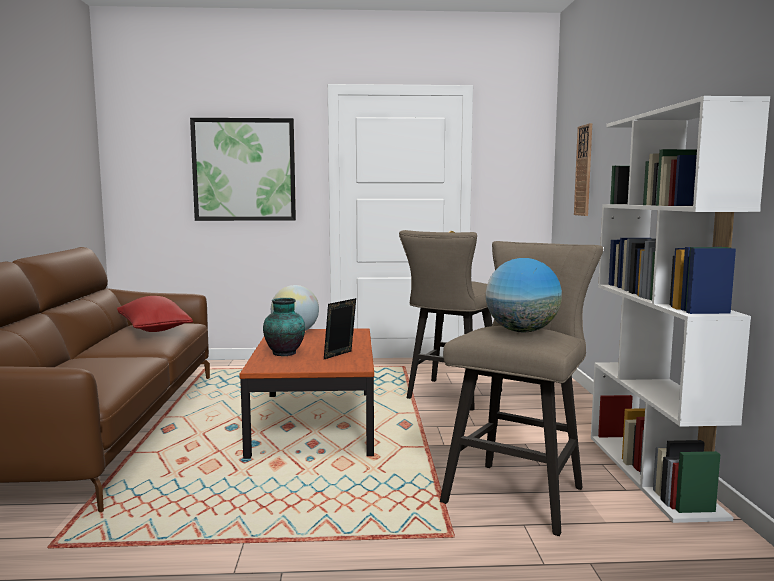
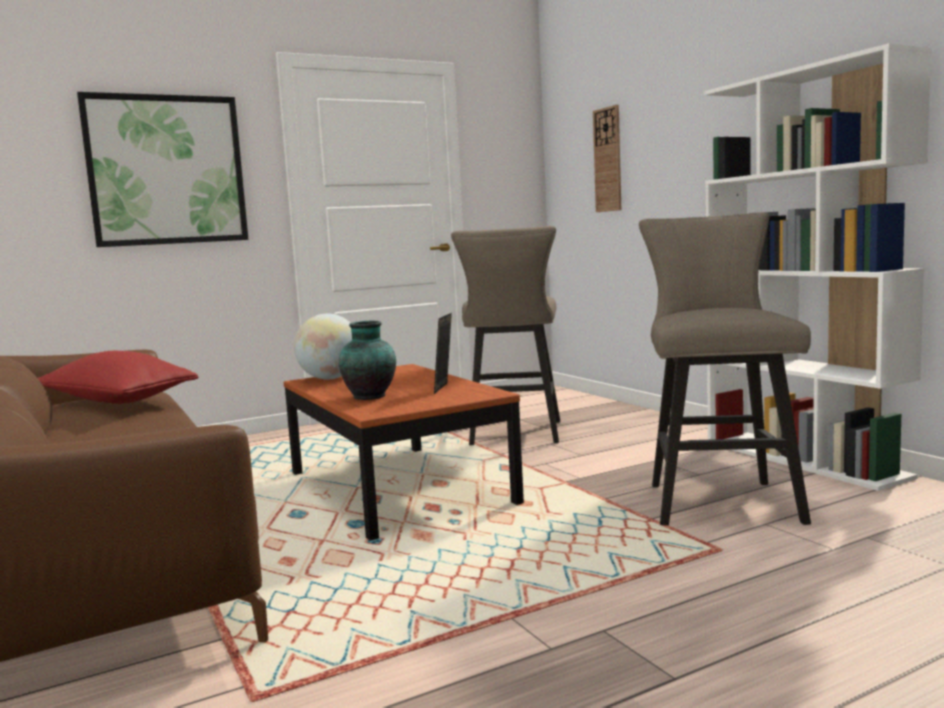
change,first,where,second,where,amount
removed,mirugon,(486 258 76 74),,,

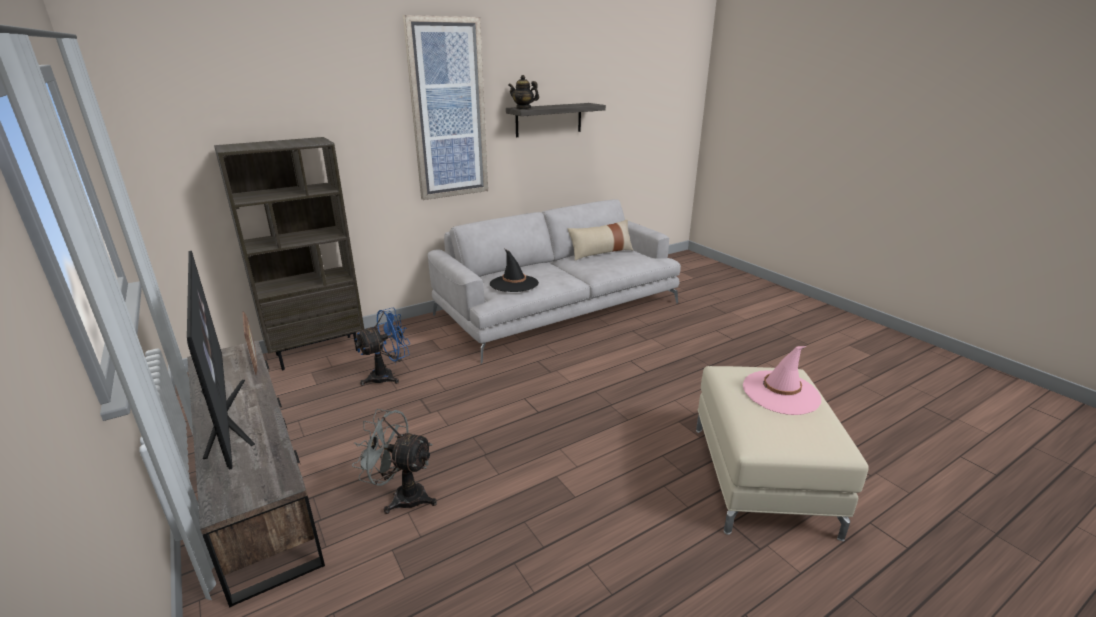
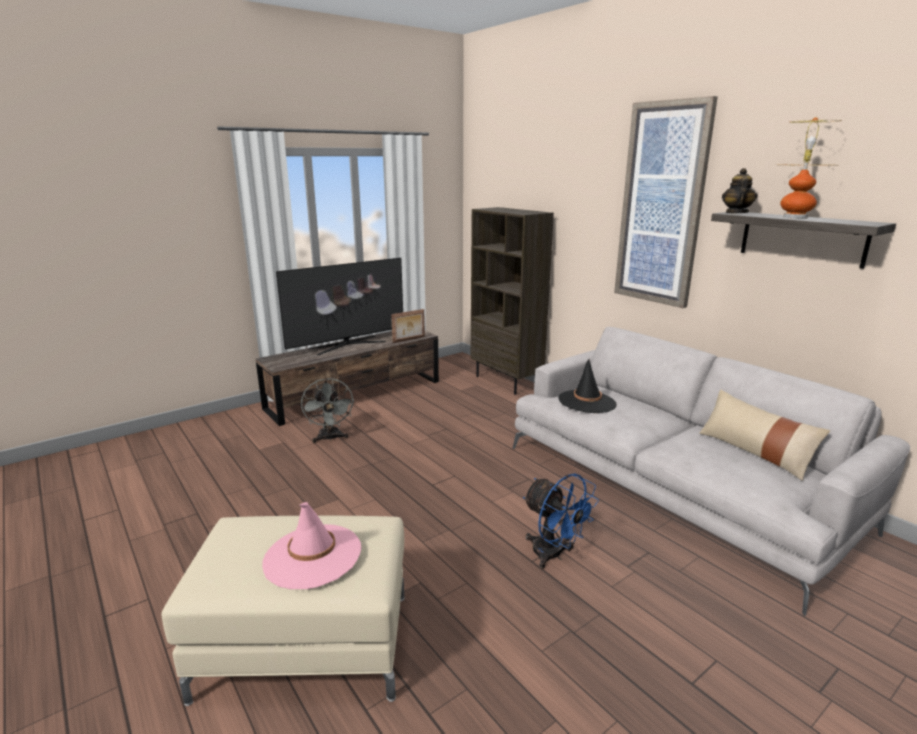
change,first,where,second,where,amount
turned,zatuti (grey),(352 409 85 105),,(301 378 53 65),150 degrees clockwise
moved,zatuti (blue),(355 308 55 78),,(523 473 76 96),
added,,,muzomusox,(776 117 66 102),

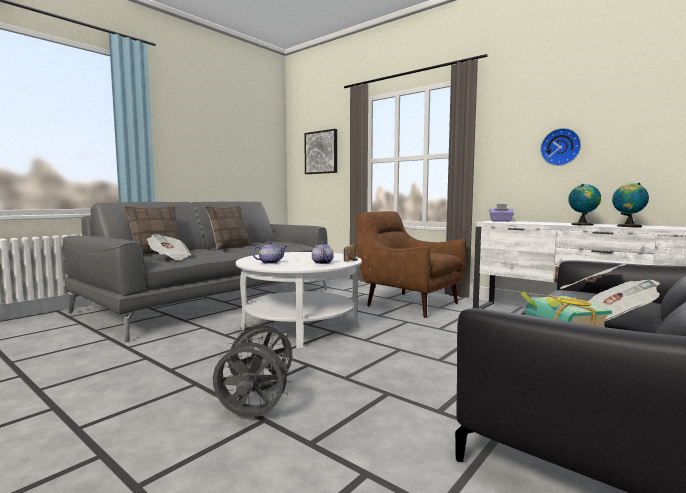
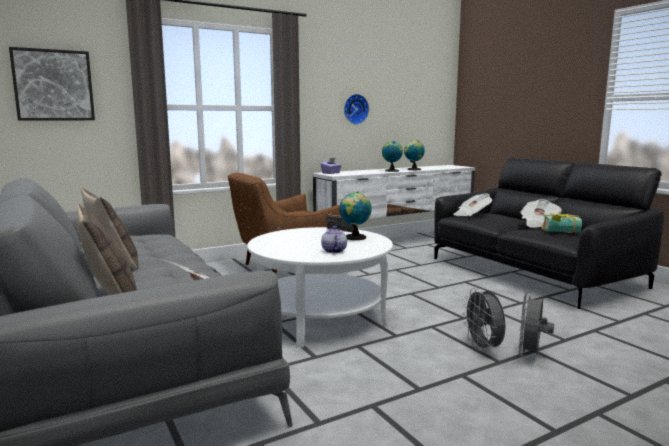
change,first,where,second,where,amount
replaced,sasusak,(312 242 22 22),mirugon,(339 192 33 48),

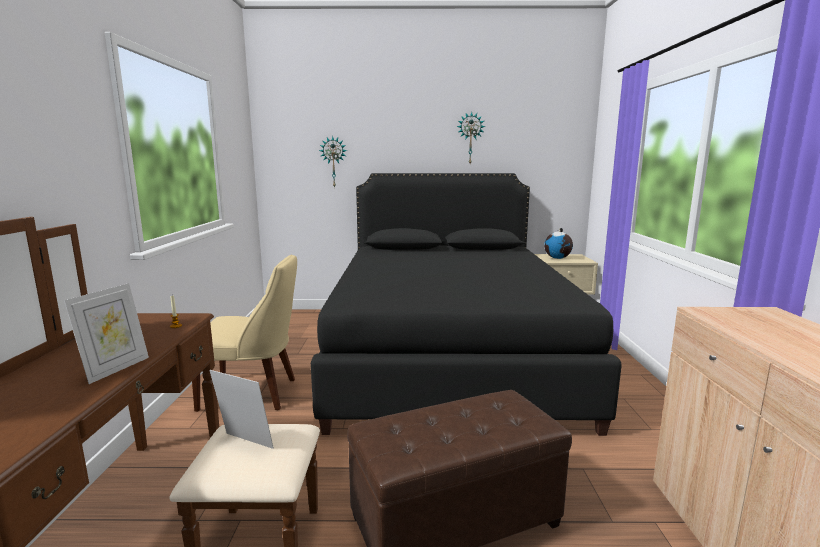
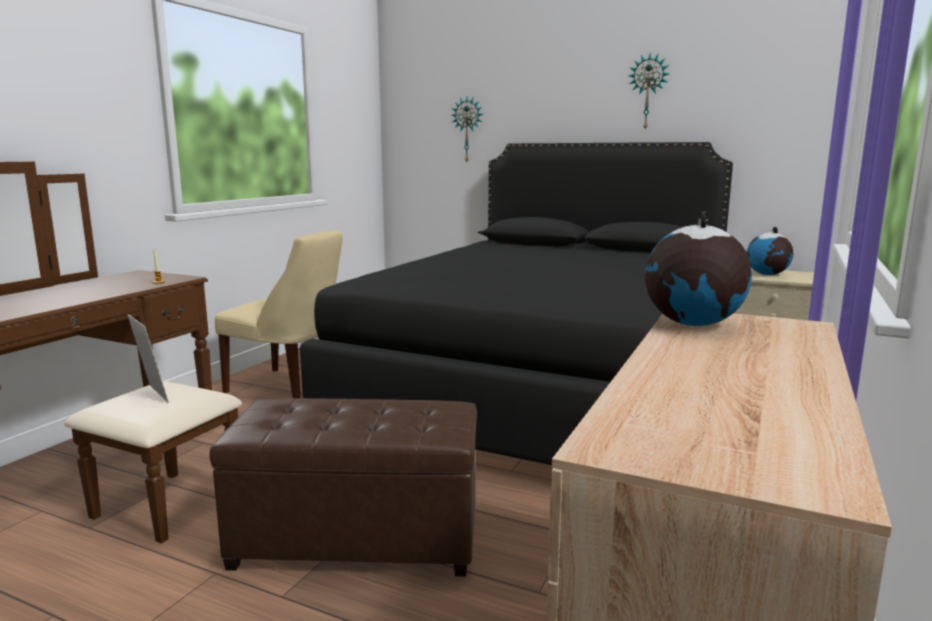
change,first,where,second,where,amount
added,,,mirugon,(645 211 107 115),
removed,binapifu,(64 283 85 101),,,

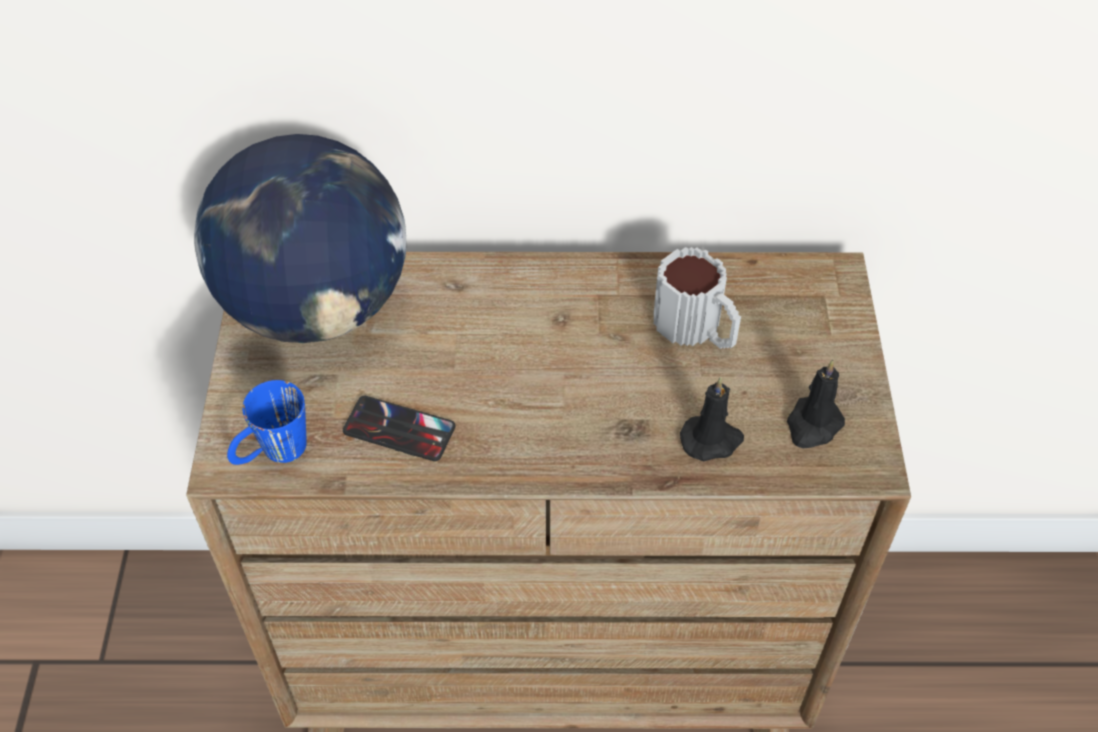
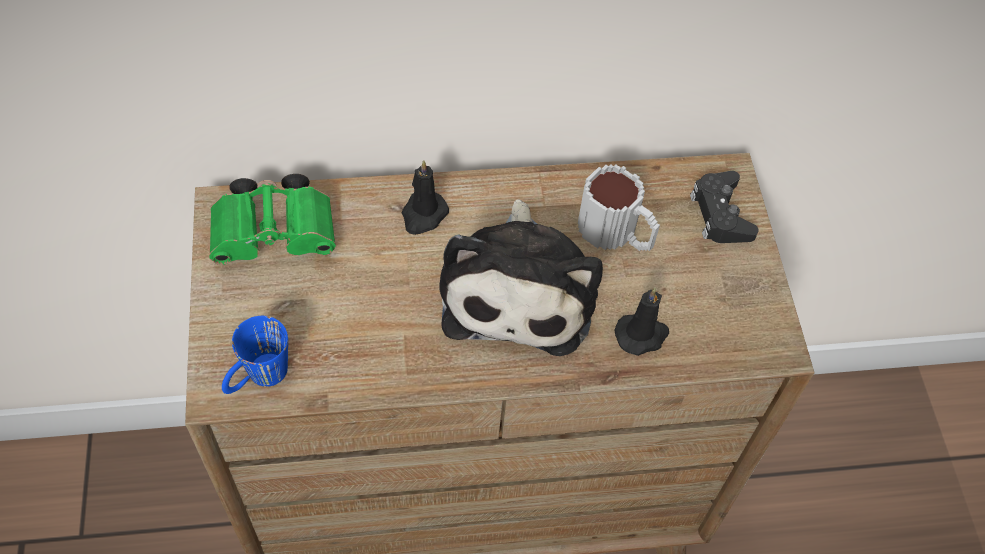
change,first,where,second,where,amount
replaced,mirugon,(194 134 212 209),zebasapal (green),(209 174 127 91),
moved,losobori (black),(787 360 58 88),,(402 160 47 75),
added,,,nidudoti,(439 199 164 157),
added,,,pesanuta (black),(690 171 69 72),
removed,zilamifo,(343 396 112 65),,,

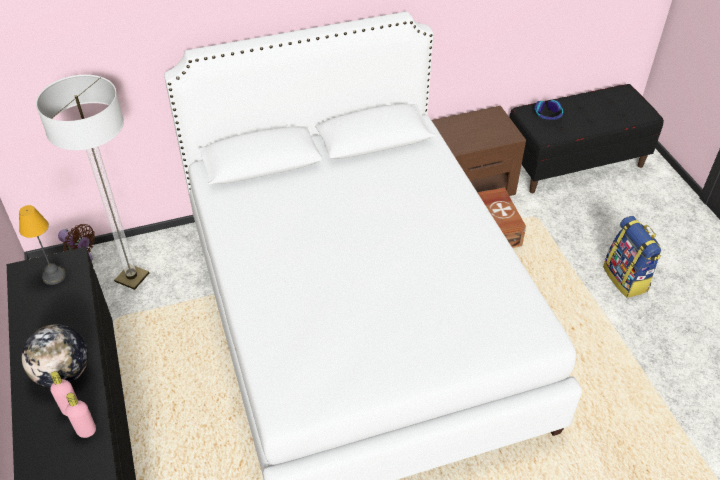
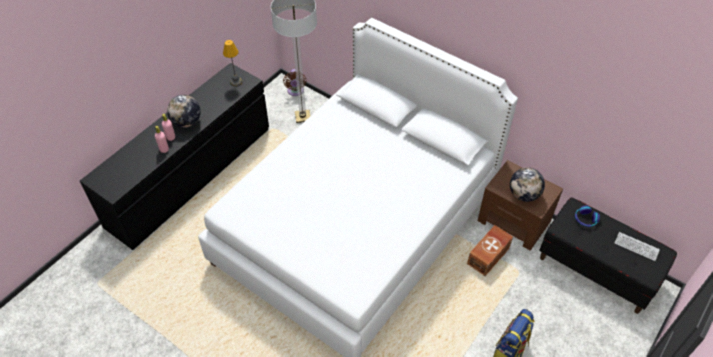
change,first,where,second,where,amount
added,,,mirugon,(510 168 35 34),
added,,,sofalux,(615 232 45 29),

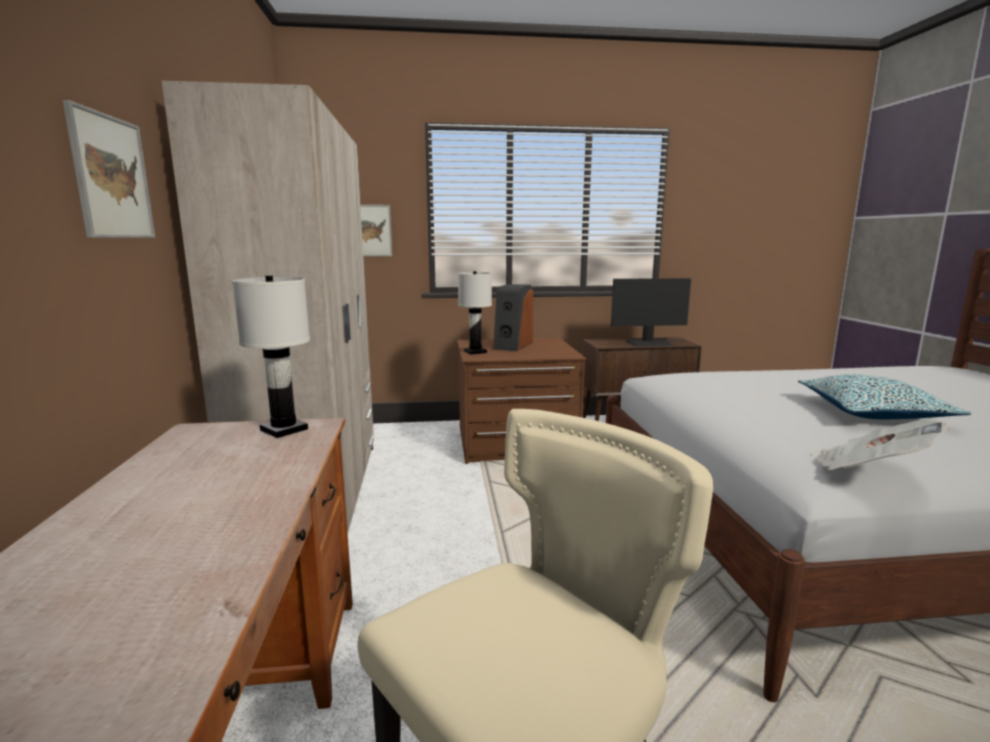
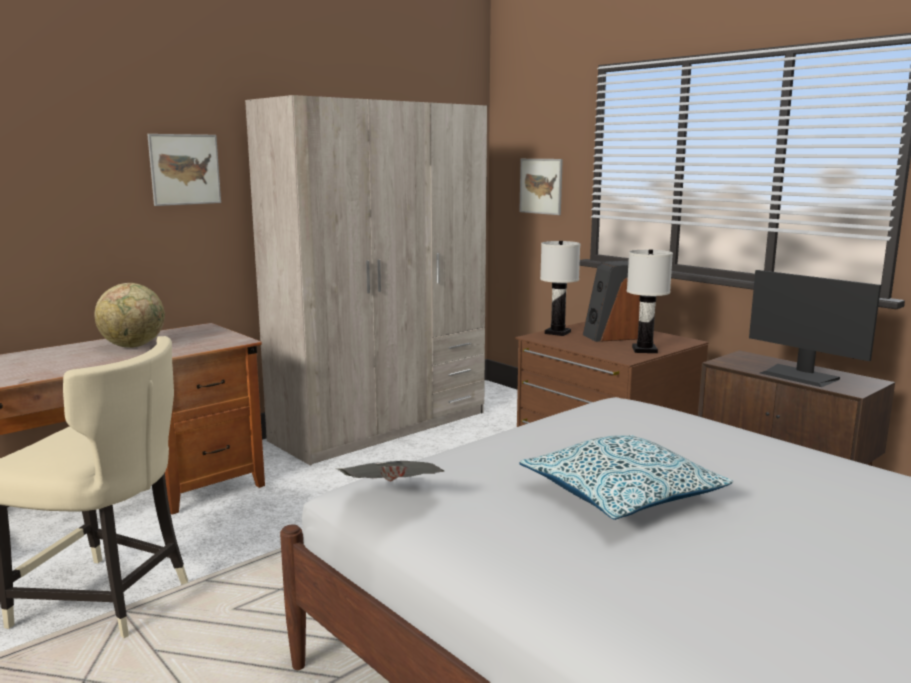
change,first,where,second,where,amount
added,,,mirugon,(95 283 70 65),
moved,muzomusox (white),(232 275 78 163),,(627 250 46 103),

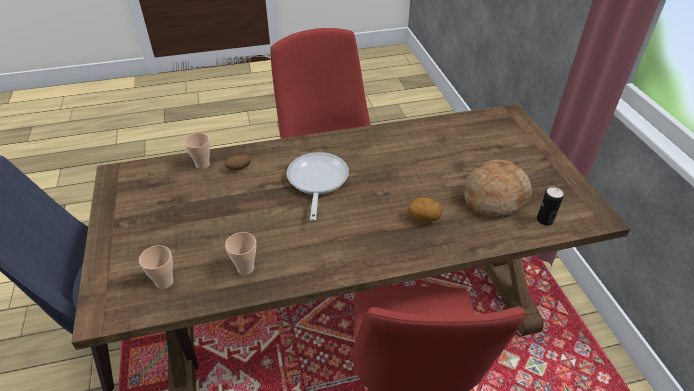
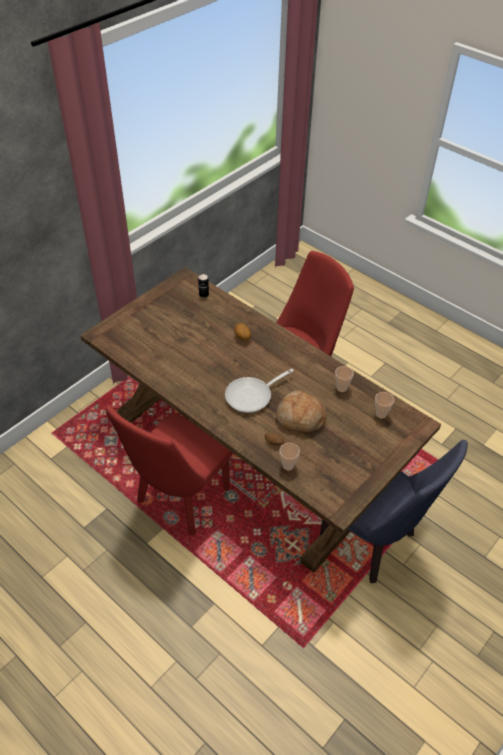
change,first,where,second,where,amount
moved,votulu,(464 159 68 59),,(276 390 51 43),

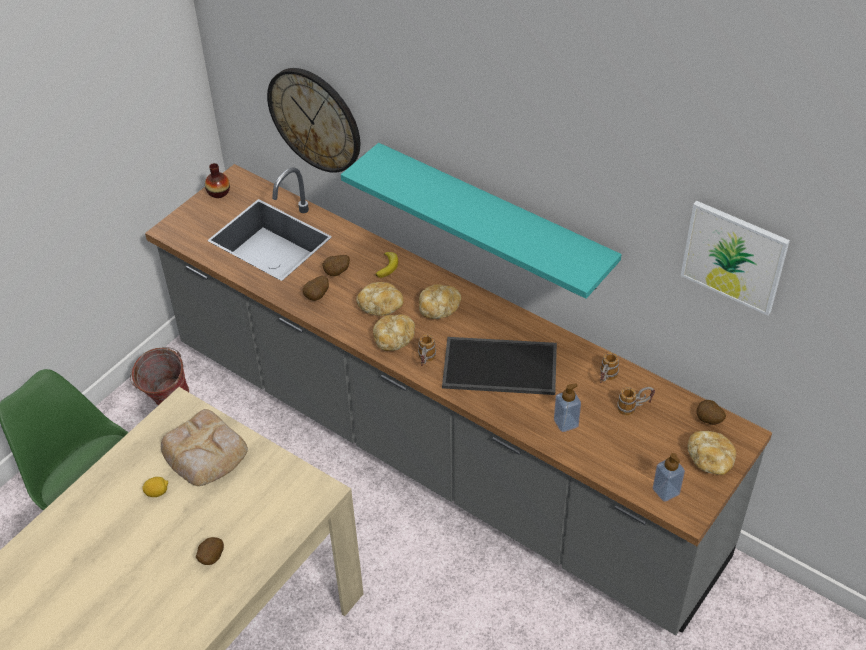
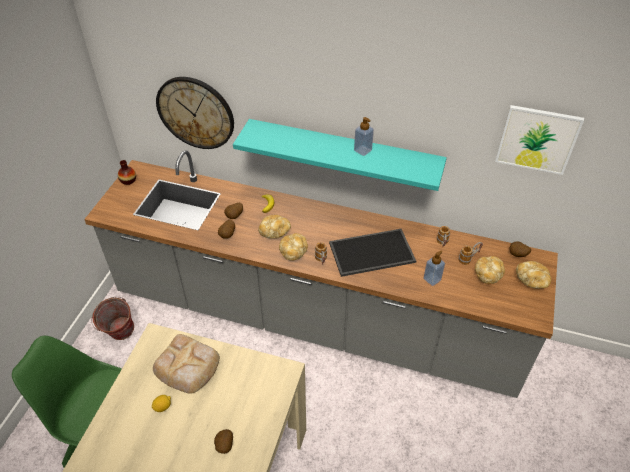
change,first,where,second,where,amount
moved,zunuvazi,(653 453 32 49),,(354 117 20 39),
moved,votulu,(419 284 42 35),,(475 256 30 28),

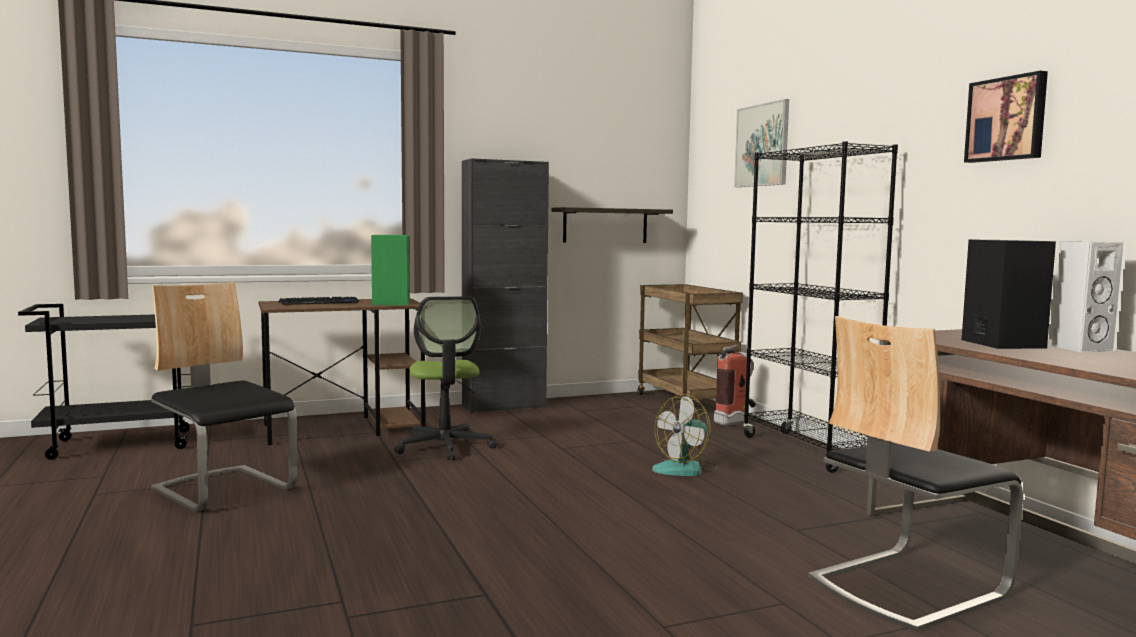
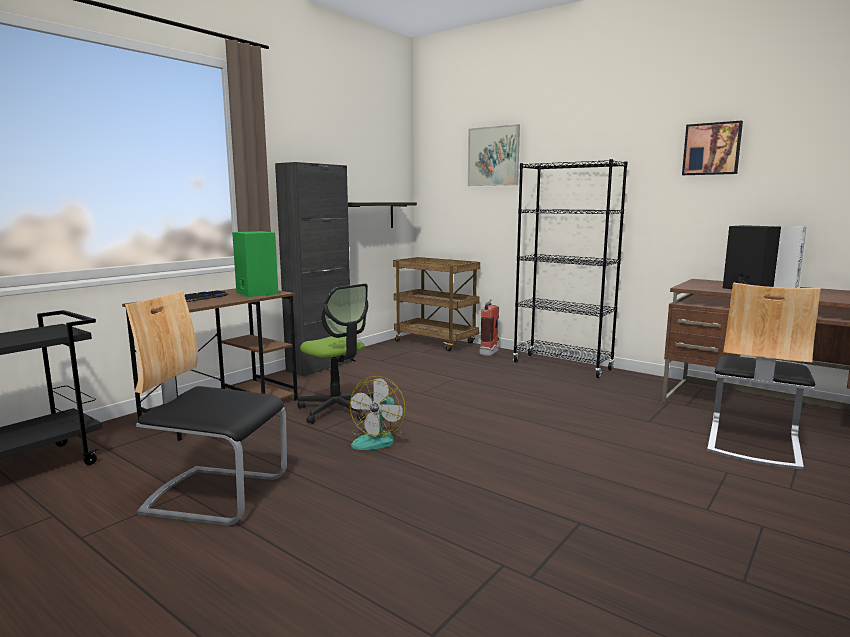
change,first,where,second,where,amount
moved,zatuti,(652 394 66 82),,(350 376 56 74),

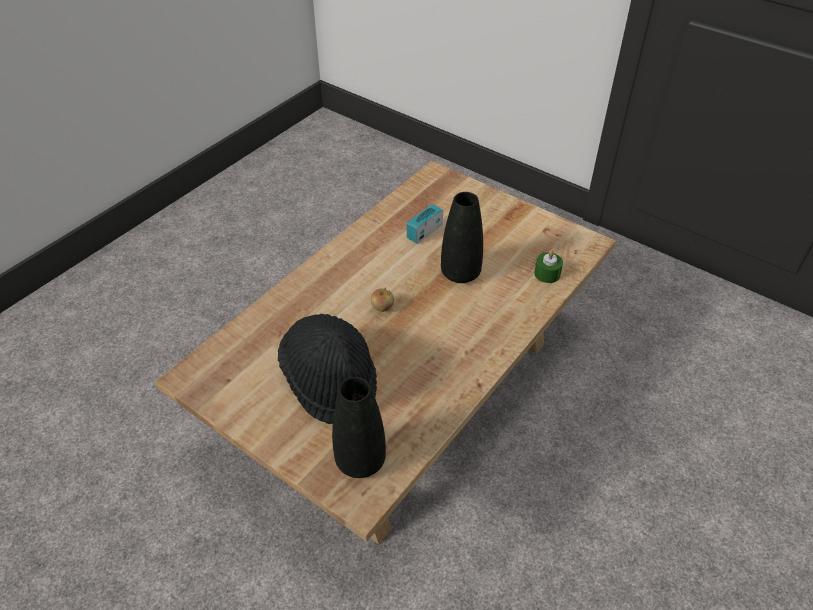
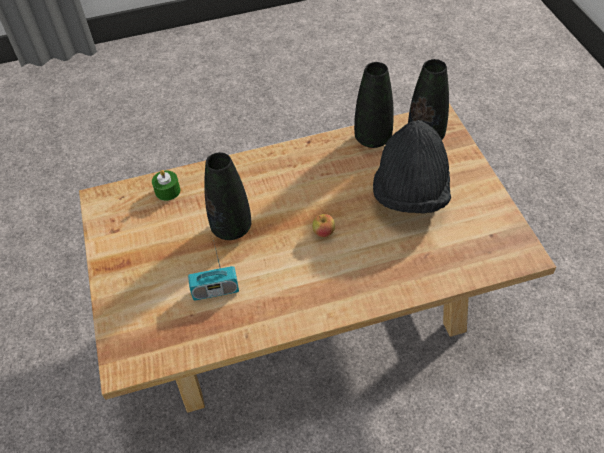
change,first,where,second,where,amount
added,,,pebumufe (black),(354 62 40 86),

